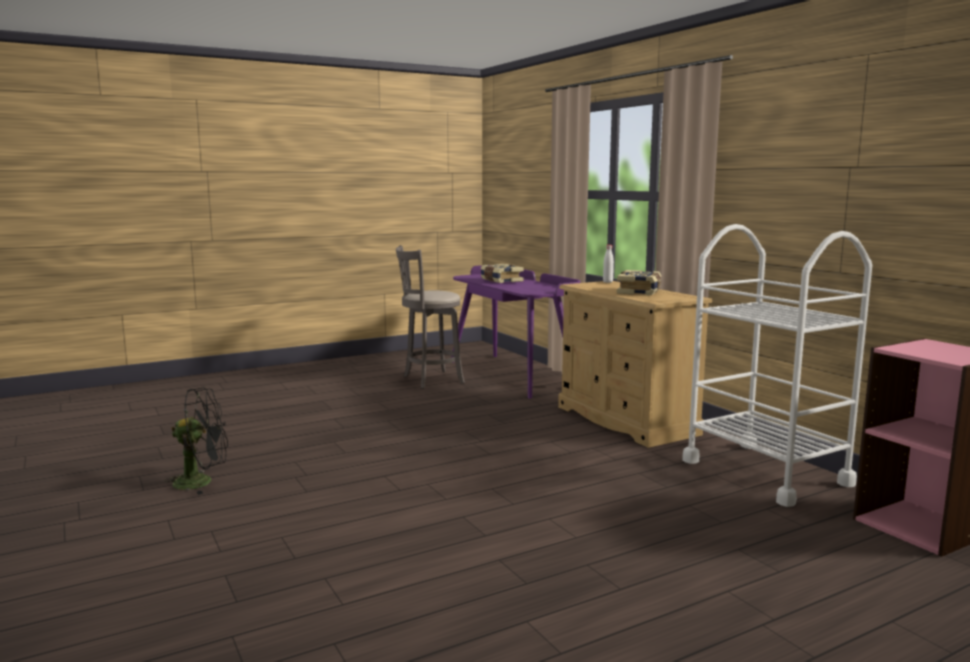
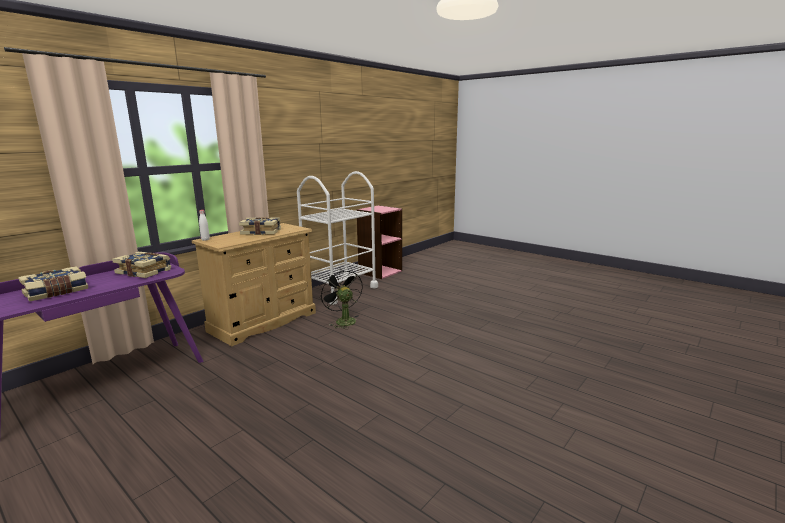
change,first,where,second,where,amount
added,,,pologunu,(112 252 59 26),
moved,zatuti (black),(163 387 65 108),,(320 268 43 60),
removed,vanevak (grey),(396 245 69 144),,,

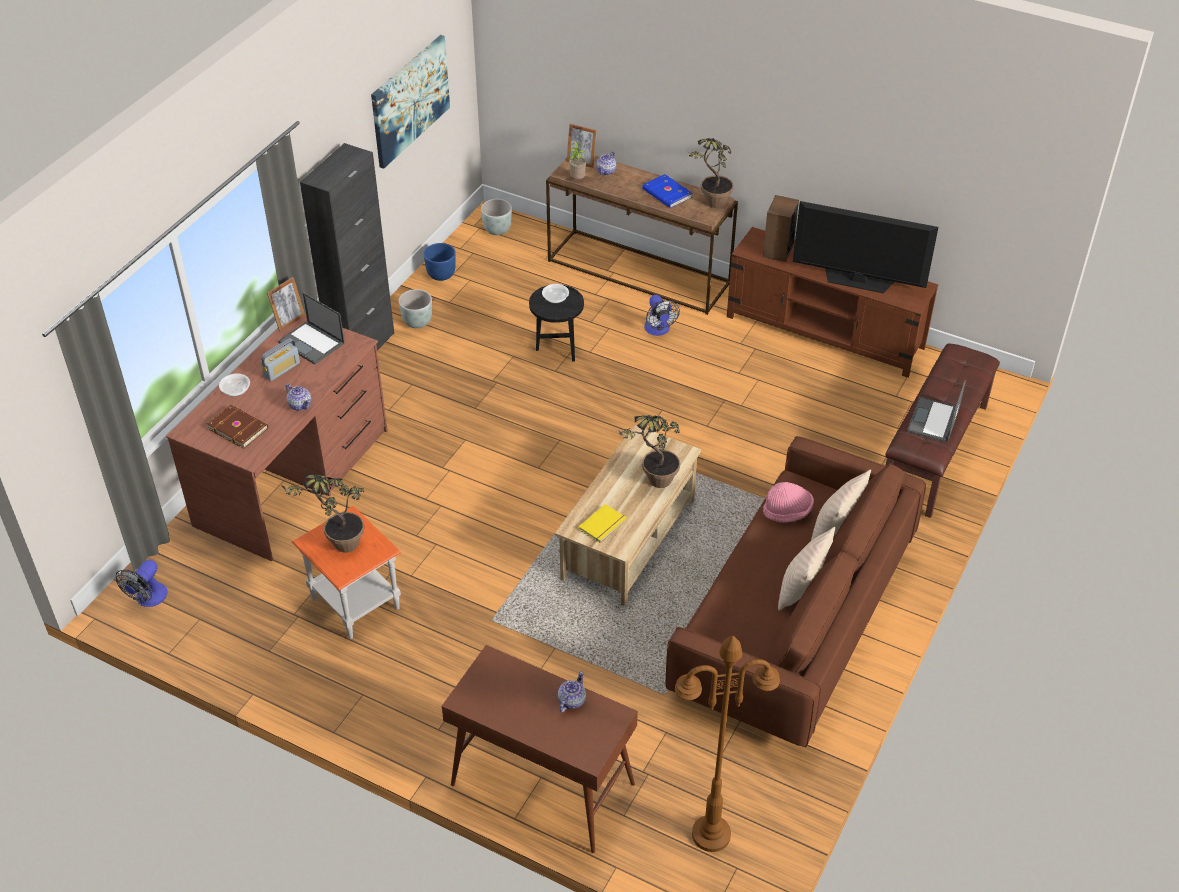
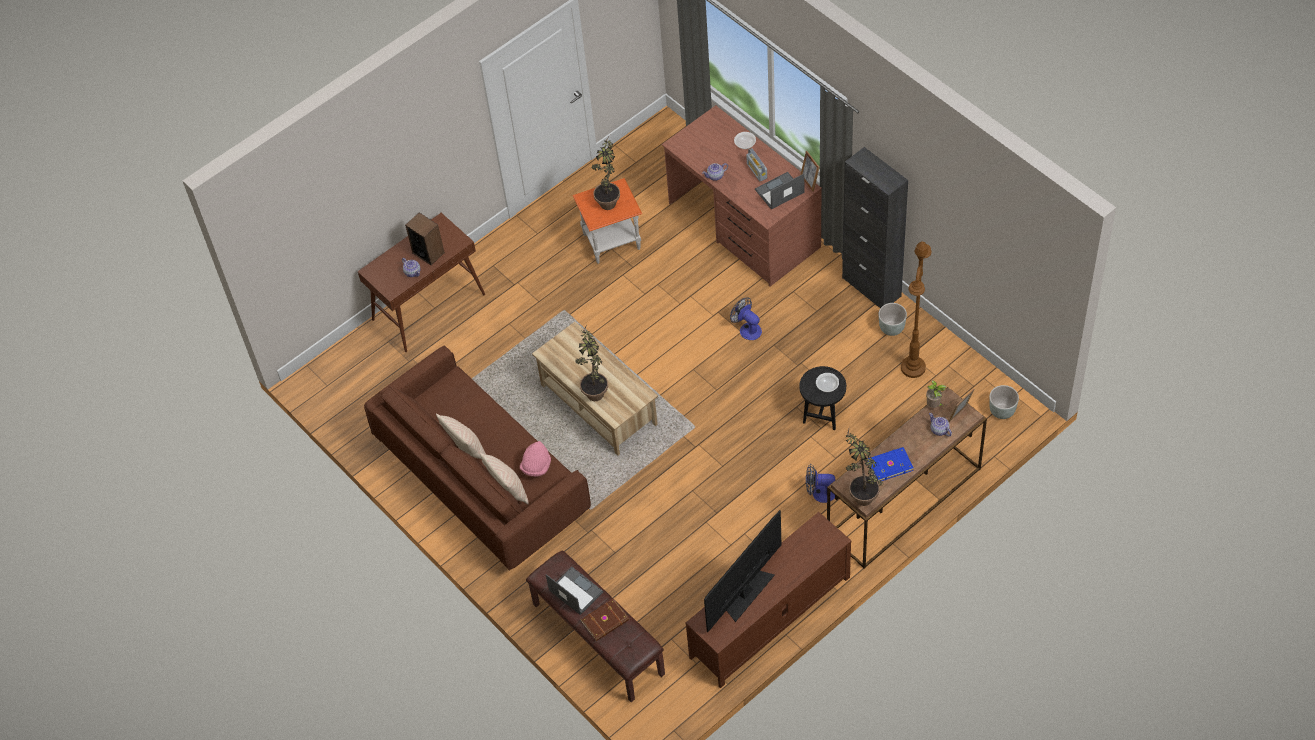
change,first,where,second,where,amount
moved,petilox,(763 195 36 67),,(405 212 40 53),
moved,pologunu (brown),(207 405 61 44),,(581 598 48 43),
moved,zatuti,(116 560 52 47),,(730 298 32 42),
moved,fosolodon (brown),(675 636 105 216),,(901 241 31 137),
removed,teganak,(371 35 79 134),,,
removed,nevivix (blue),(423 243 33 38),,,
removed,pologunu (yellow),(578 504 49 39),,,

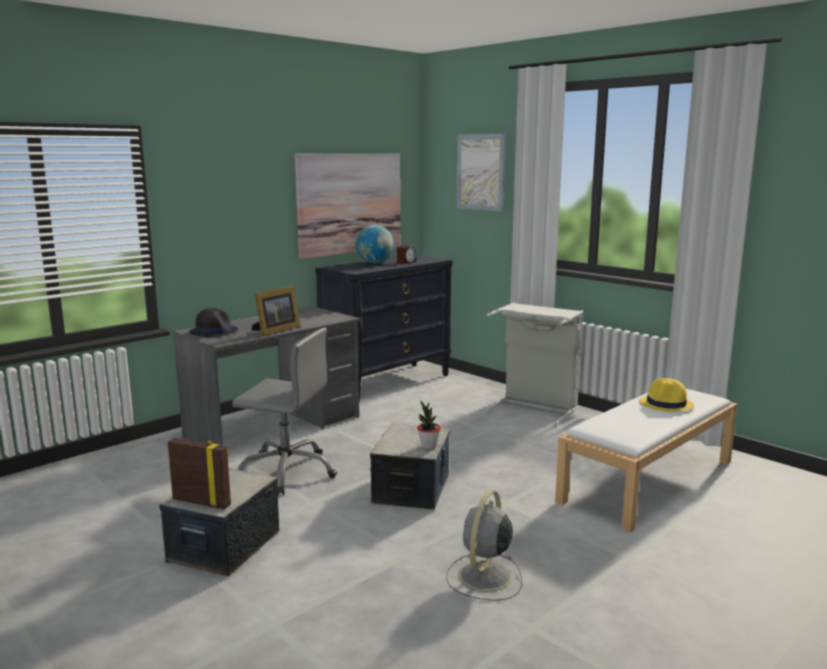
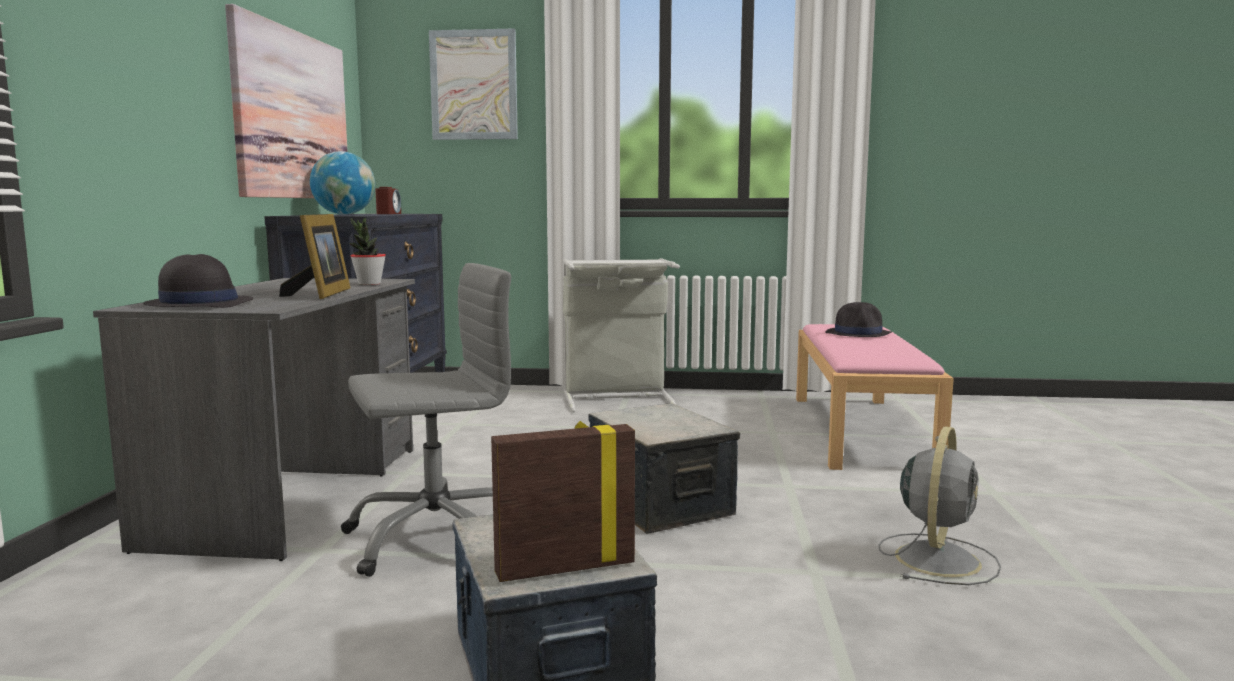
change,first,where,second,where,amount
moved,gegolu,(417 400 24 49),,(349 218 37 67),
recoloured,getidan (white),(555 389 183 144),getidan (pink),(796 324 158 146),
recoloured,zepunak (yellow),(639 378 55 34),zepunak (black),(825 302 66 35),
turned,zatuti (grey),(446 490 76 111),,(878 427 123 158),135 degrees counterclockwise

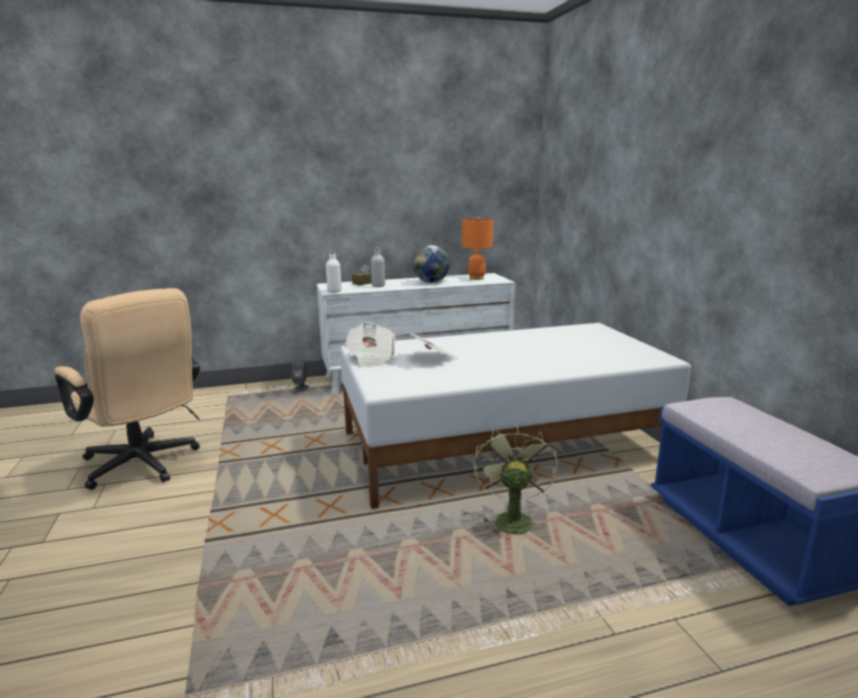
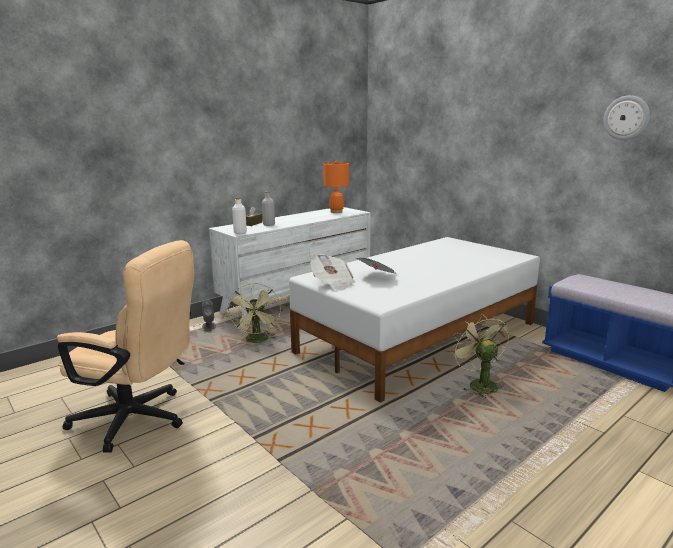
change,first,where,second,where,amount
added,,,zatuti (green),(228 283 53 60),
added,,,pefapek,(603 95 47 45),
removed,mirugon,(413 245 37 38),,,

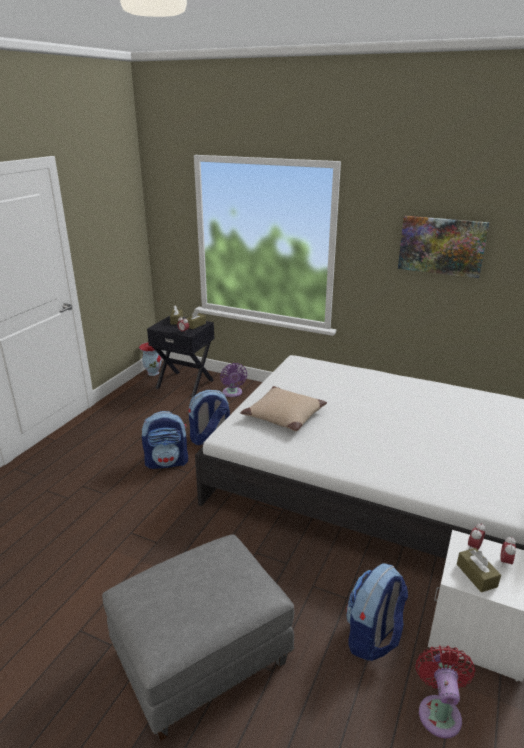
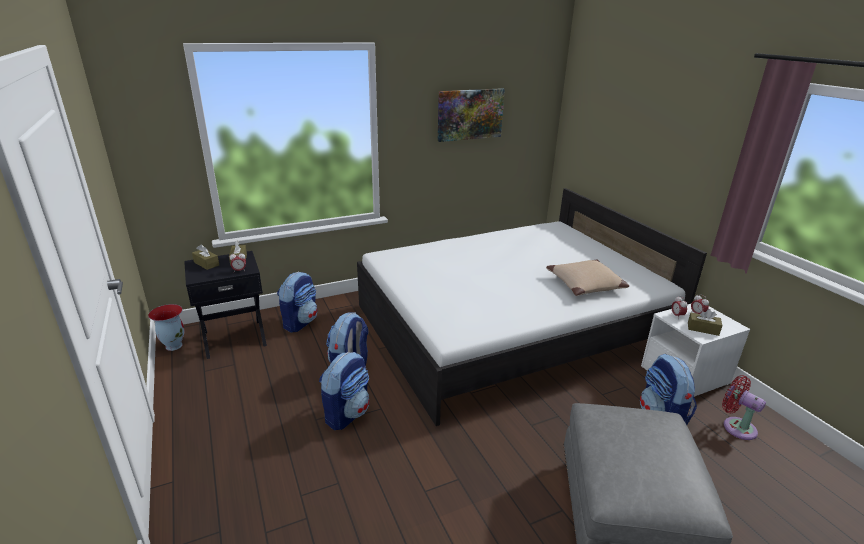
change,first,where,second,where,amount
replaced,zatuti (purple),(220 363 27 34),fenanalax,(277 272 40 61),
moved,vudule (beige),(240 386 87 45),,(546 260 83 36),

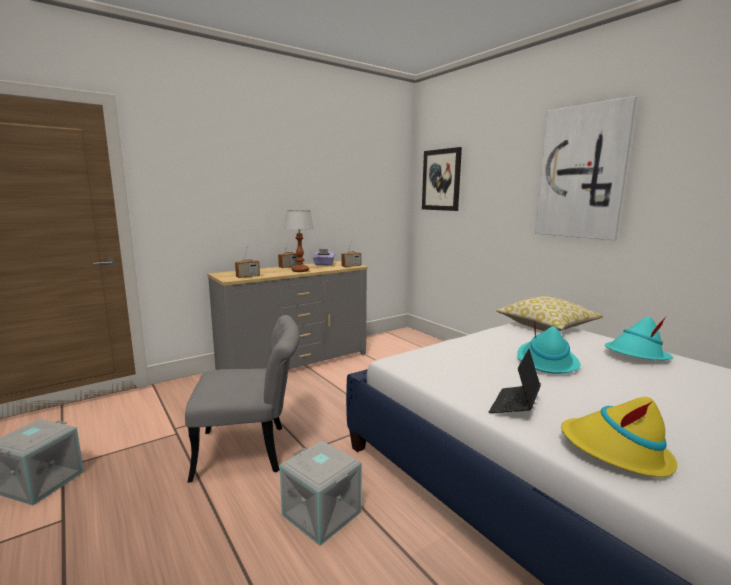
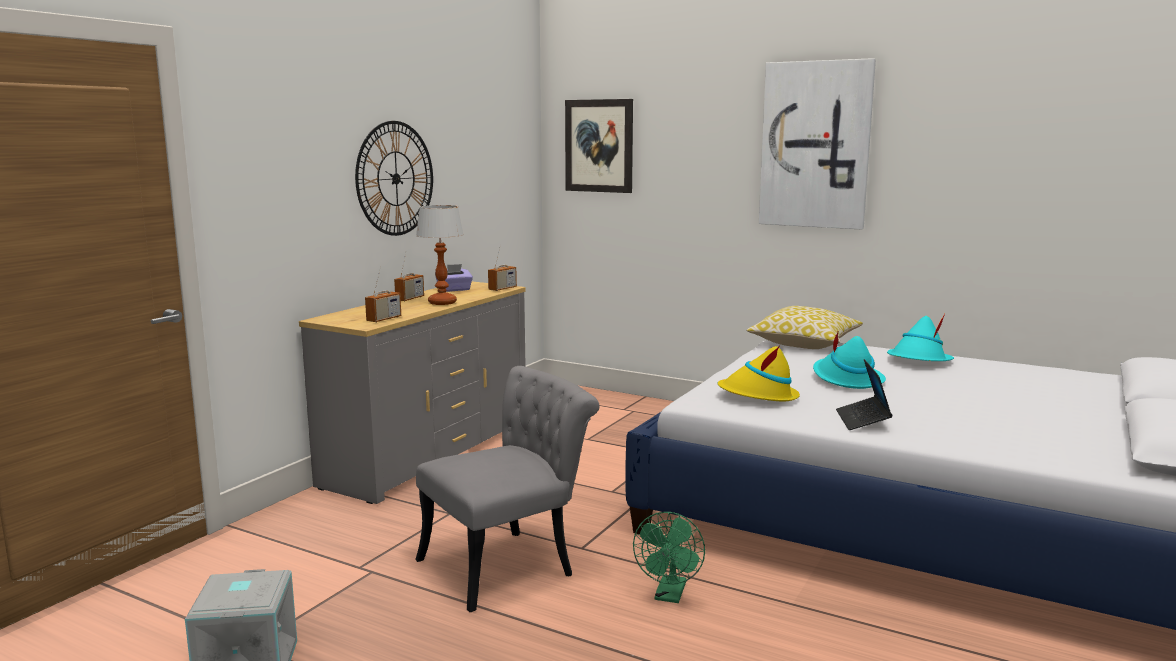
change,first,where,second,where,amount
added,,,pefapek,(355 121 78 115),
replaced,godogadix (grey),(280 441 82 105),zatuti (green),(633 512 72 91),
moved,zepunak (yellow),(561 397 116 80),,(718 346 82 55),

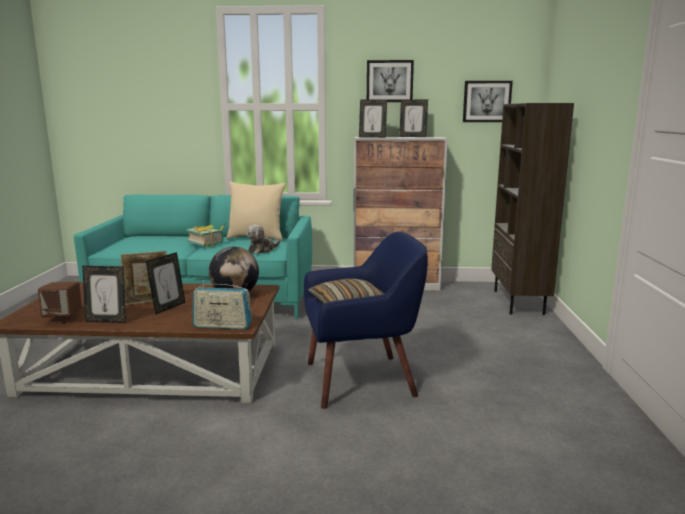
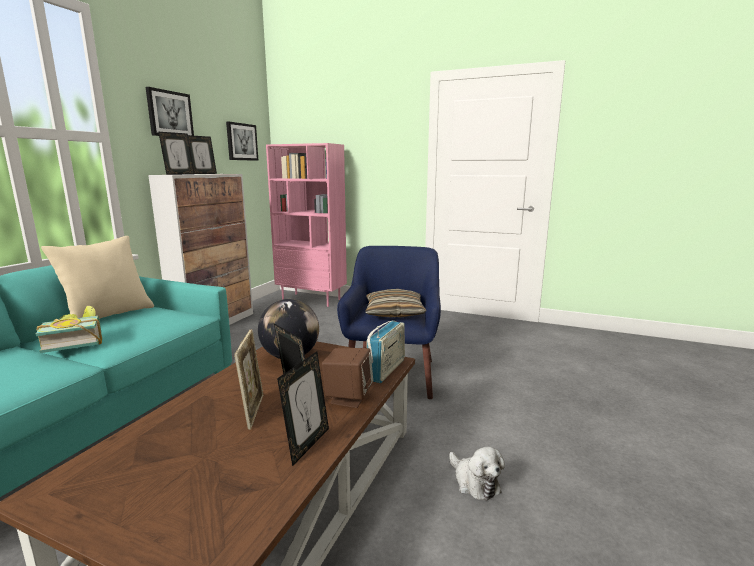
change,first,where,second,where,amount
recoloured,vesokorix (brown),(491 103 83 212),vesokorix (pink),(266 143 81 164),
moved,petilox (brown),(38 282 44 41),,(322 348 51 60),
moved,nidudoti,(247 225 33 29),,(449 447 56 54),

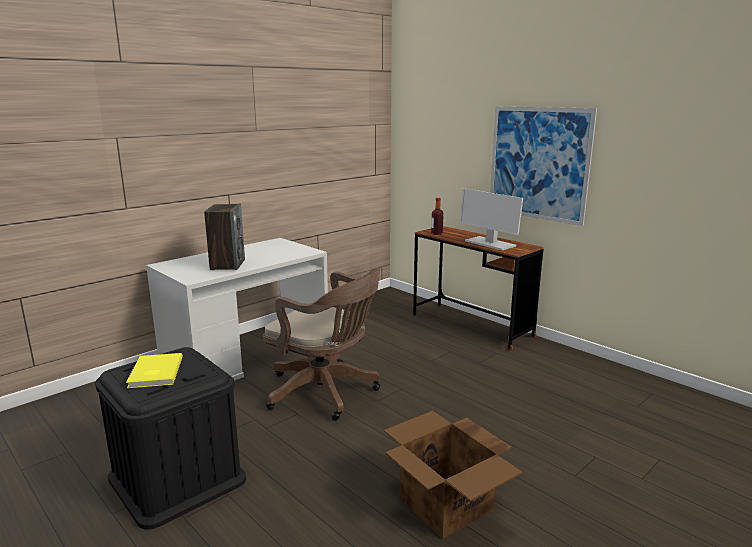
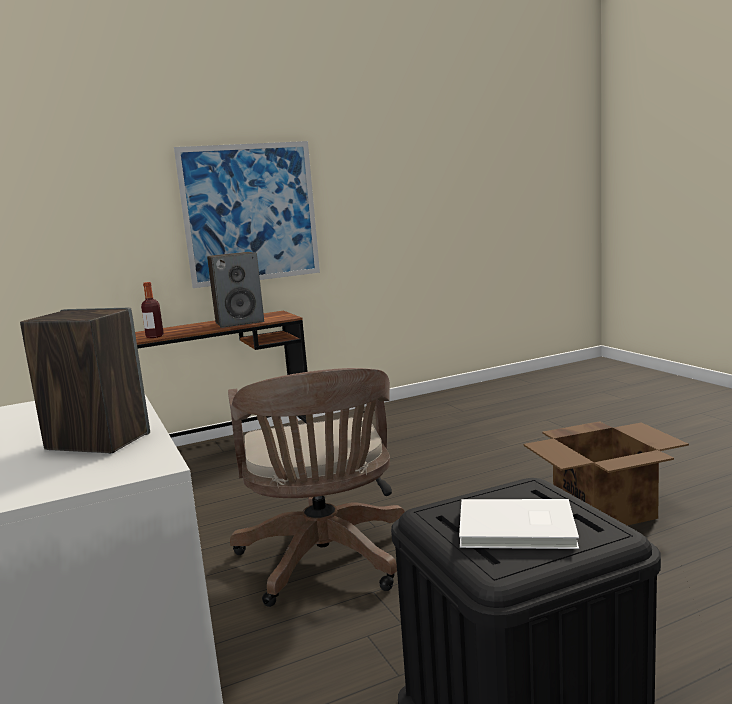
change,first,where,second,where,amount
replaced,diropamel,(459 188 64 62),petilox,(207 252 57 76),
turned,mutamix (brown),(263 268 117 153),,(228 368 177 239),120 degrees clockwise
recoloured,pologunu (yellow),(126 353 57 35),pologunu (white),(459 499 120 50),

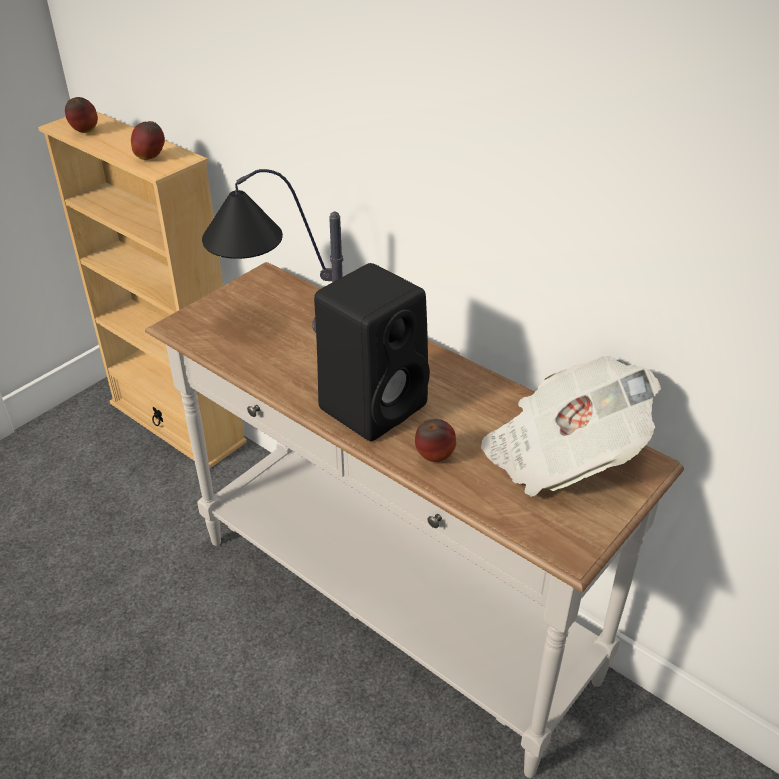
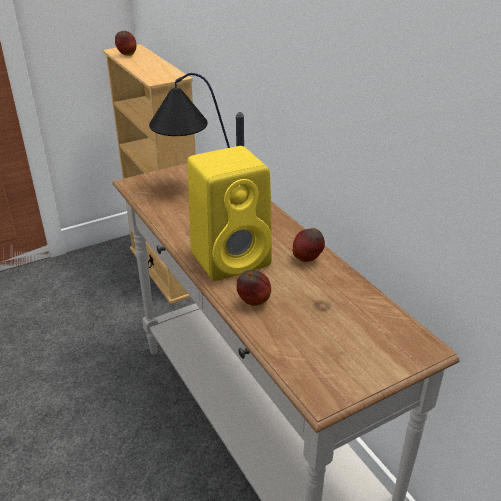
change,first,where,second,where,amount
recoloured,petilox (black),(314 263 116 178),petilox (yellow),(187 146 85 135),
moved,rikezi,(131 121 34 39),,(293 228 32 34),
removed,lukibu,(481 356 180 141),,,

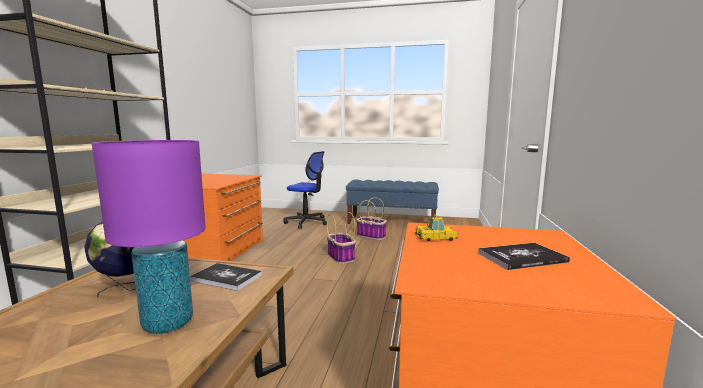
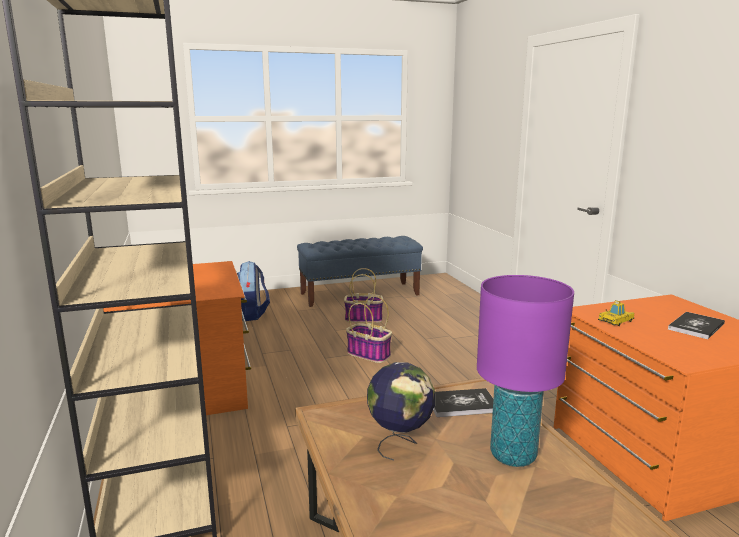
change,first,where,second,where,amount
replaced,mutamix,(283 151 44 78),fenanalax,(237 261 33 60),

